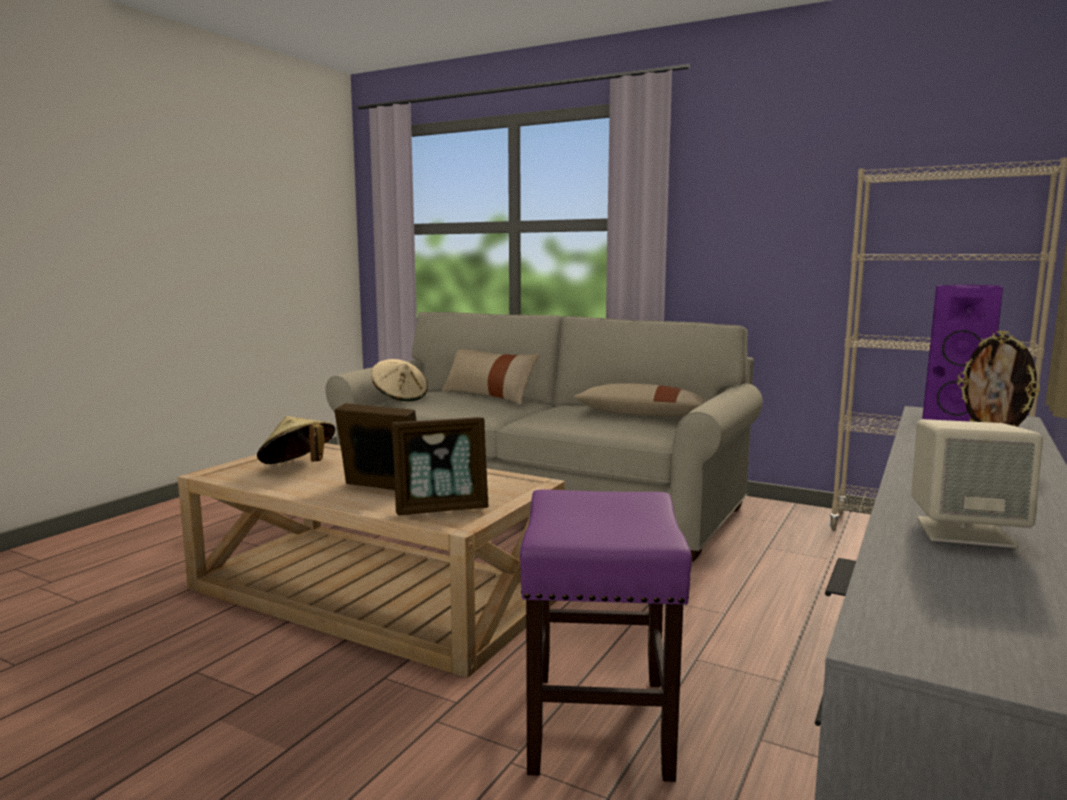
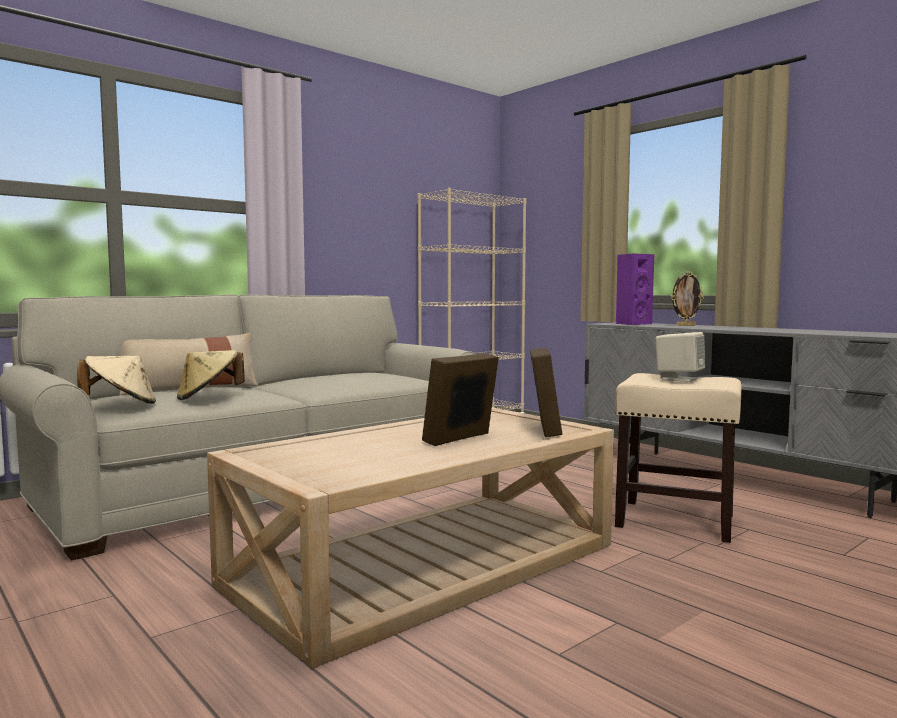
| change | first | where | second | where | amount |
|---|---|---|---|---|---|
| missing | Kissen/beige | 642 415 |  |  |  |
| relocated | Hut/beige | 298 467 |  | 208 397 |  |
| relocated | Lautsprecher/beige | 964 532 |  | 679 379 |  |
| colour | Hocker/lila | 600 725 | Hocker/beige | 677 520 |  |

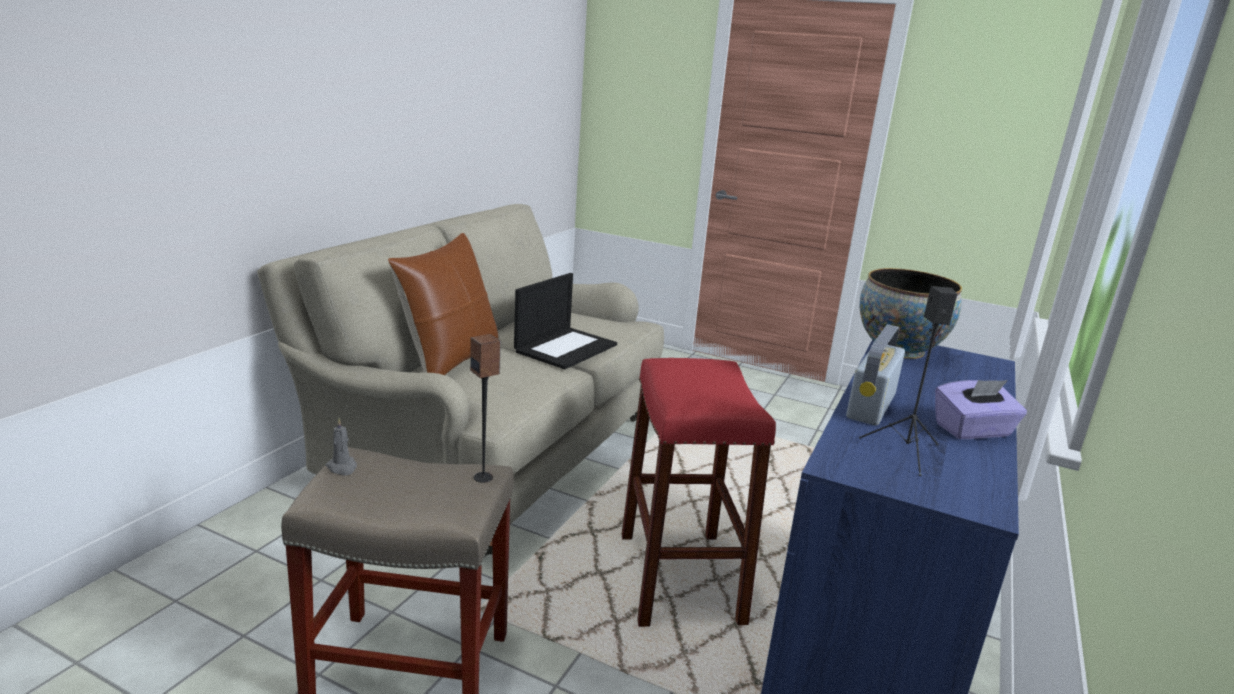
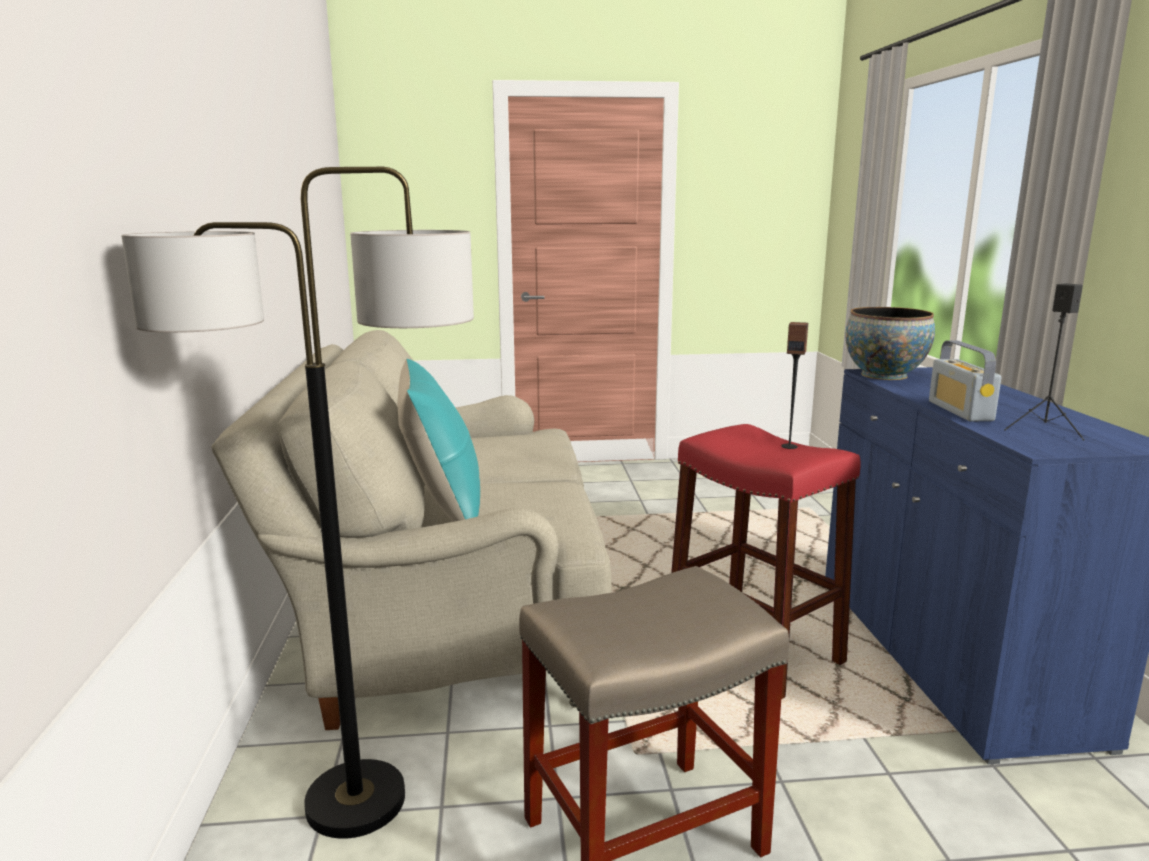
| change | first | where | second | where | amount |
|---|---|---|---|---|---|
| missing | Kerze/grau | 342 467 |  |  |  |
| missing | Laptop | 566 348 |  |  |  |
| missing | Taschentuchbox/lila | 973 431 |  |  |  |
| appeared |  |  | Stehlampe | 355 801 |  |
| relocated | Lautsprecher | 483 477 |  | 789 446 |  |
| colour | Kissen/braun | 449 360 | Kissen/türkis | 442 506 |  |

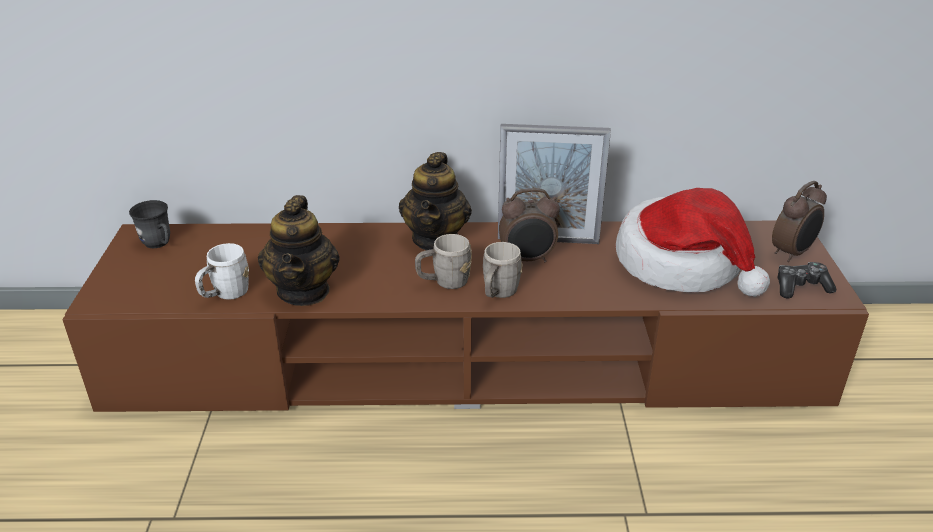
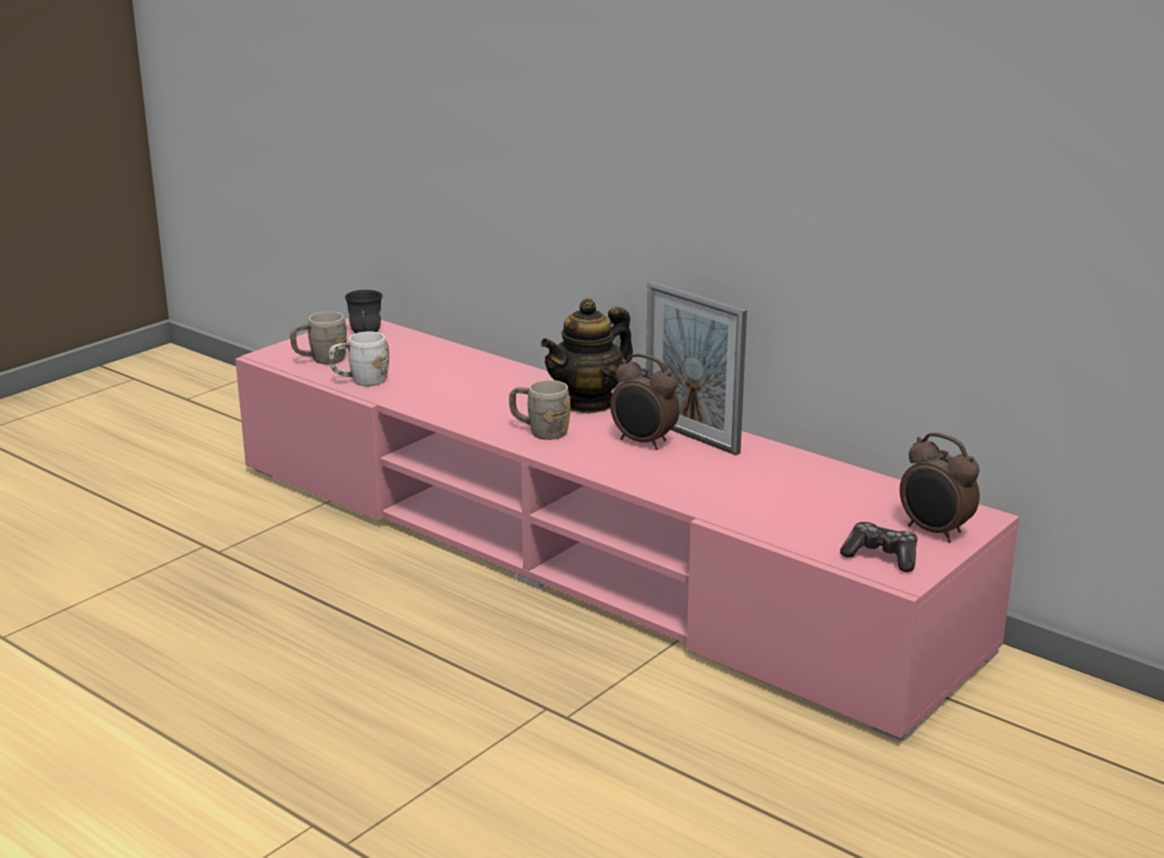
| change | first | where | second | where | amount |
|---|---|---|---|---|---|
| missing | Teekanne | 304 291 |  |  |  |
| missing | Hut | 682 264 |  |  |  |
| relocated | Henkelbecher/grau | 498 293 |  | 321 360 |  |
| colour | Fernsehschrank/braun | 468 360 | Fernsehschrank/rosa | 583 553 |  |
| spun | Wecker | 792 253 |  | 934 532 | 45 degrees clockwise |

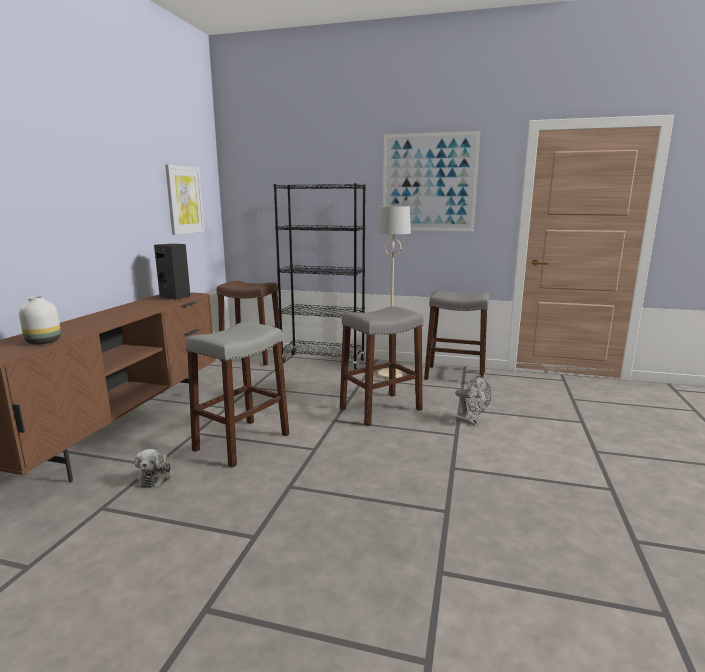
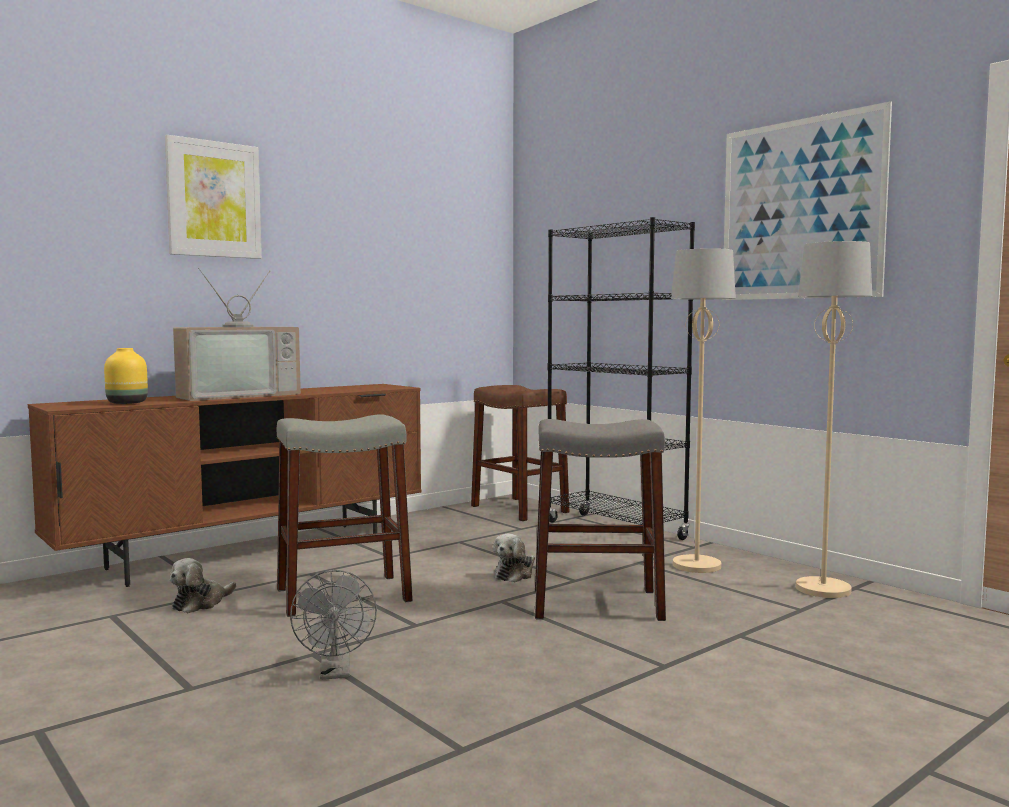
| change | first | where | second | where | amount |
|---|---|---|---|---|---|
| missing | Lautsprecher/schwarz | 176 297 |  |  |  |
| appeared |  |  | Fernseher | 237 395 |  |
| appeared |  |  | Plüschtier | 515 574 |  |
| relocated | Bild | 184 200 |  | 214 199 |  |
| relocated | Ventilator/grau | 472 422 |  | 336 673 |  |
| exchanged | Hocker/grau | 455 375 | Stehlampe/beige | 823 589 |  |
| colour | Vase/weiß | 42 342 | Vase/gelb | 126 403 |  |

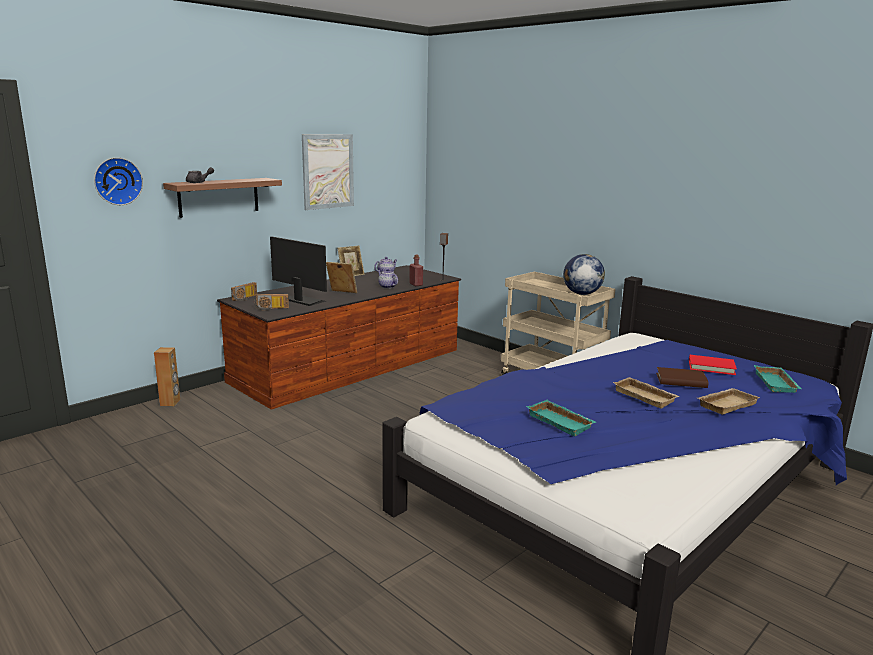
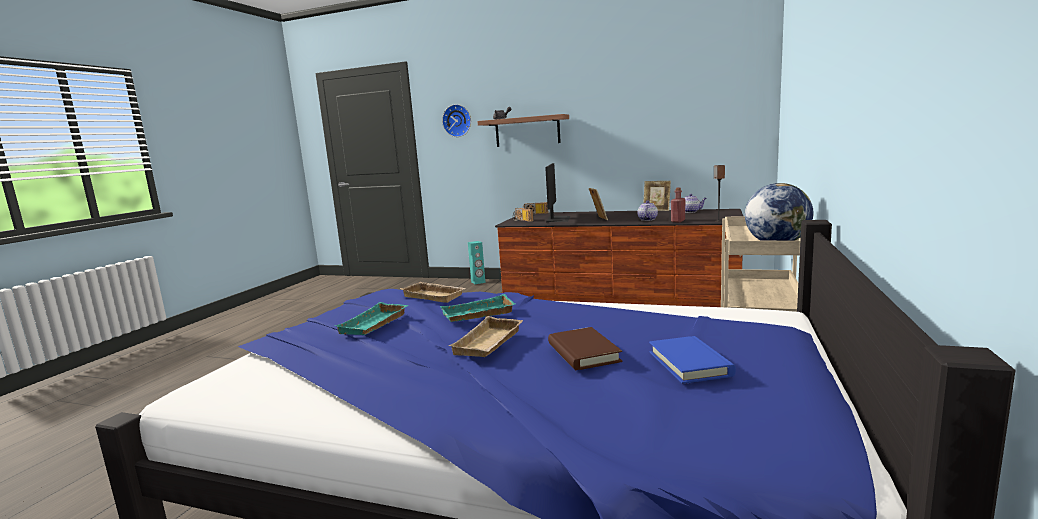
| change | first | where | second | where | amount |
|---|---|---|---|---|---|
| missing | Bild | 328 171 |  |  |  |
| relocated | Tablett/beige | 726 404 |  | 435 296 |  |
| relocated | Tablett/türkis | 777 383 |  | 477 315 |  |
| colour | Lautsprecher/braun | 170 402 | Lautsprecher/türkis | 478 282 |  |
| colour | Buch/rot | 711 367 | Buch/blau | 689 363 |  |

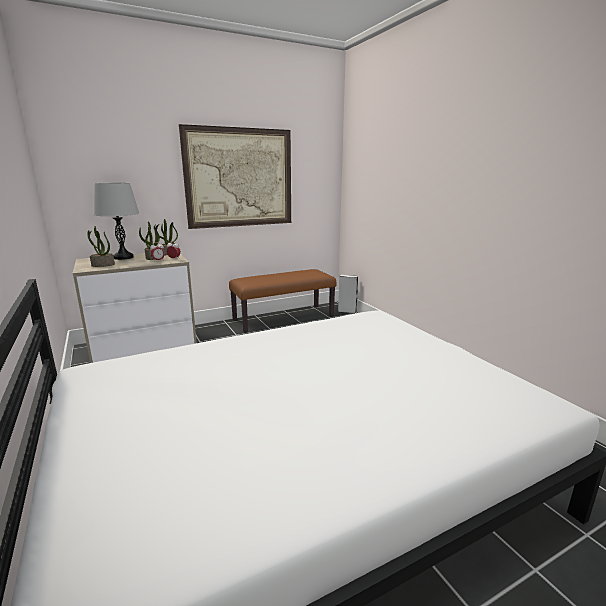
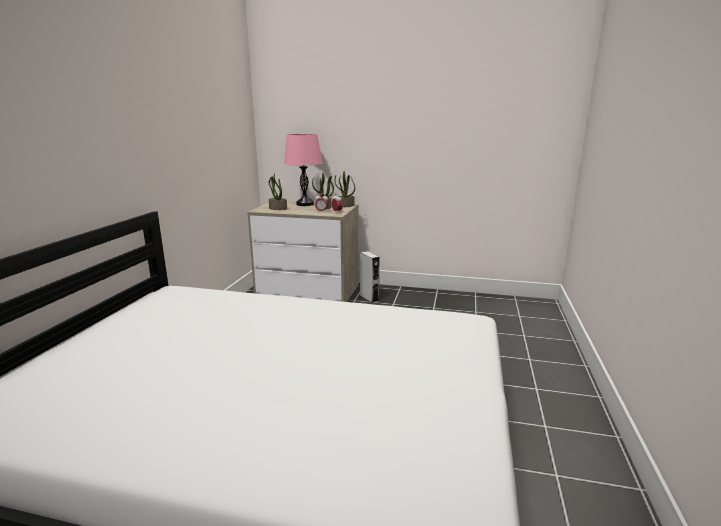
| change | first | where | second | where | amount |
|---|---|---|---|---|---|
| missing | Bild | 240 178 |  |  |  |
| missing | Bank/braun | 284 318 |  |  |  |
| relocated | Lautsprecher/grau | 347 311 |  | 369 298 |  |
| colour | Tischlampe/grau | 123 257 | Tischlampe/rosa | 305 204 |  |

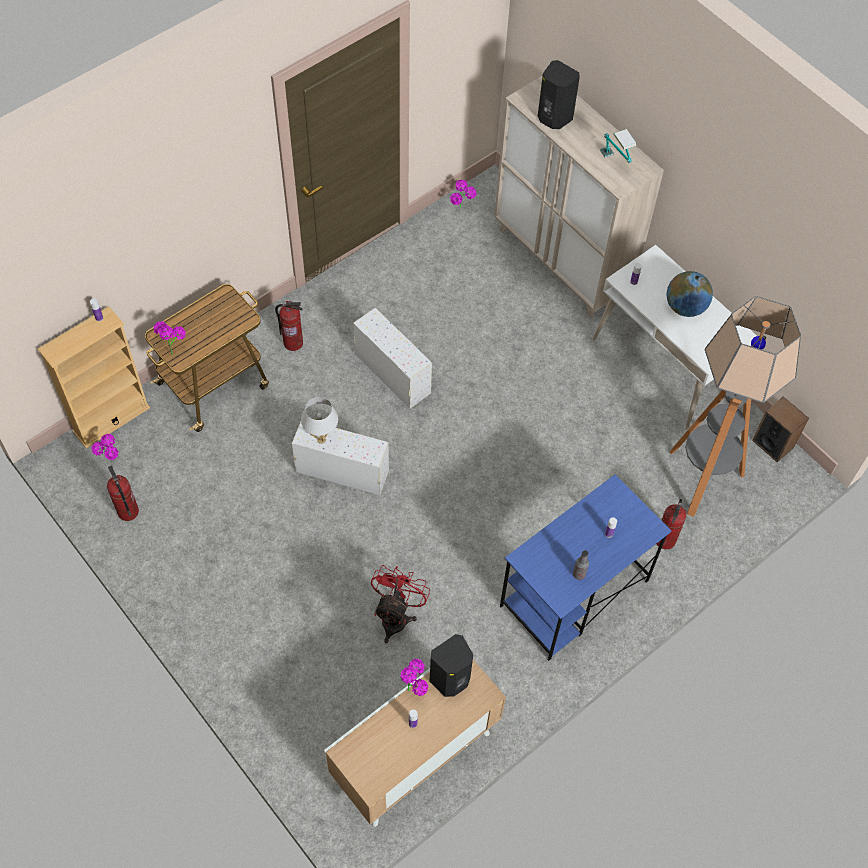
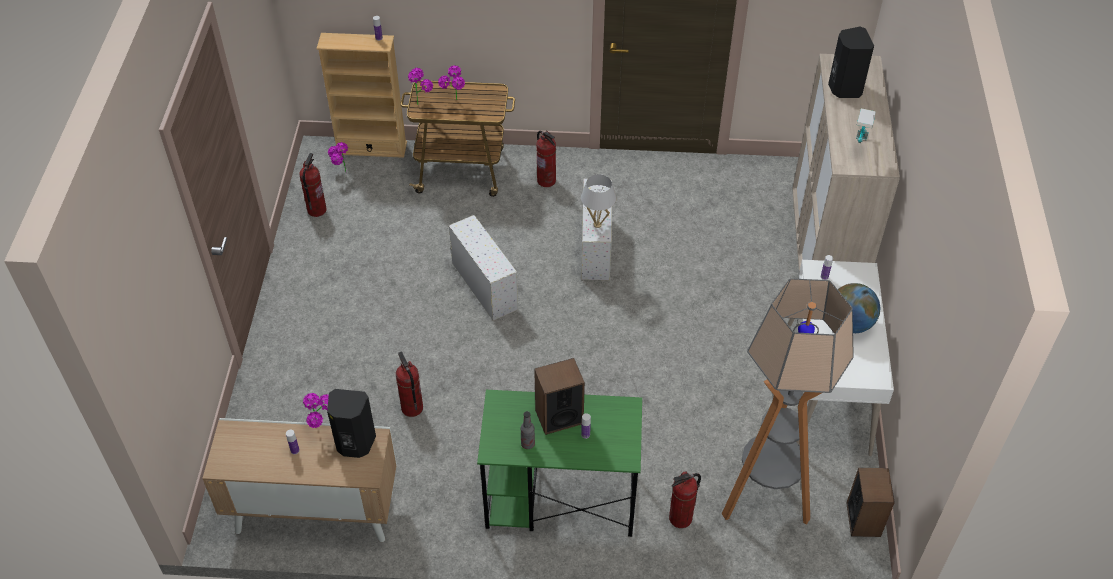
| change | first | where | second | where | amount |
|---|---|---|---|---|---|
| appeared |  |  | Lautsprecher | 559 416 |  |
| relocated | Tischlampe/weiß | 321 439 |  | 597 224 |  |
| relocated | Topfpflanze | 462 211 |  | 454 103 |  |
| exchanged | Ventilator/rot | 396 616 | Feuerlöscher | 411 408 |  |
| colour | Schreibtisch/blau | 573 594 | Schreibtisch/grün | 559 498 |  |

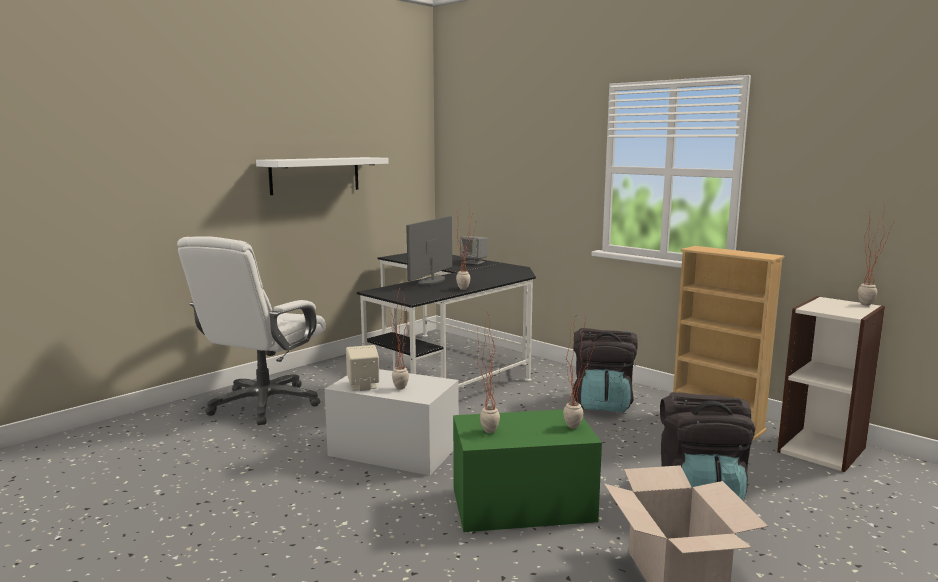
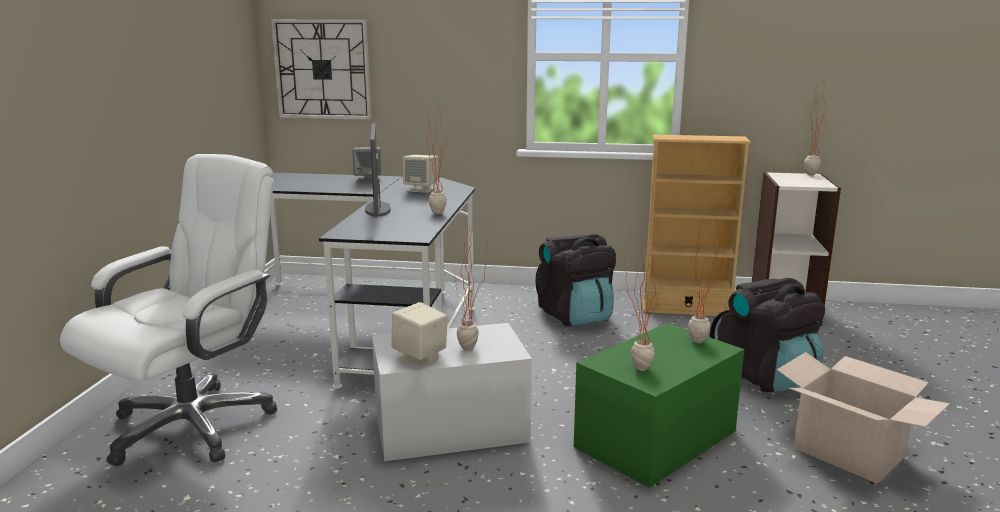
| change | first | where | second | where | amount |
|---|---|---|---|---|---|
| missing | Wandregal/weiß | 315 175 |  |  |  |
| appeared |  |  | Wanduhr | 322 69 |  |
| appeared |  |  | Lautsprecher/beige | 421 189 |  |
| spun | Bürostuhl/weiß | 264 404 |  | 192 425 | 135 degrees counterclockwise |

